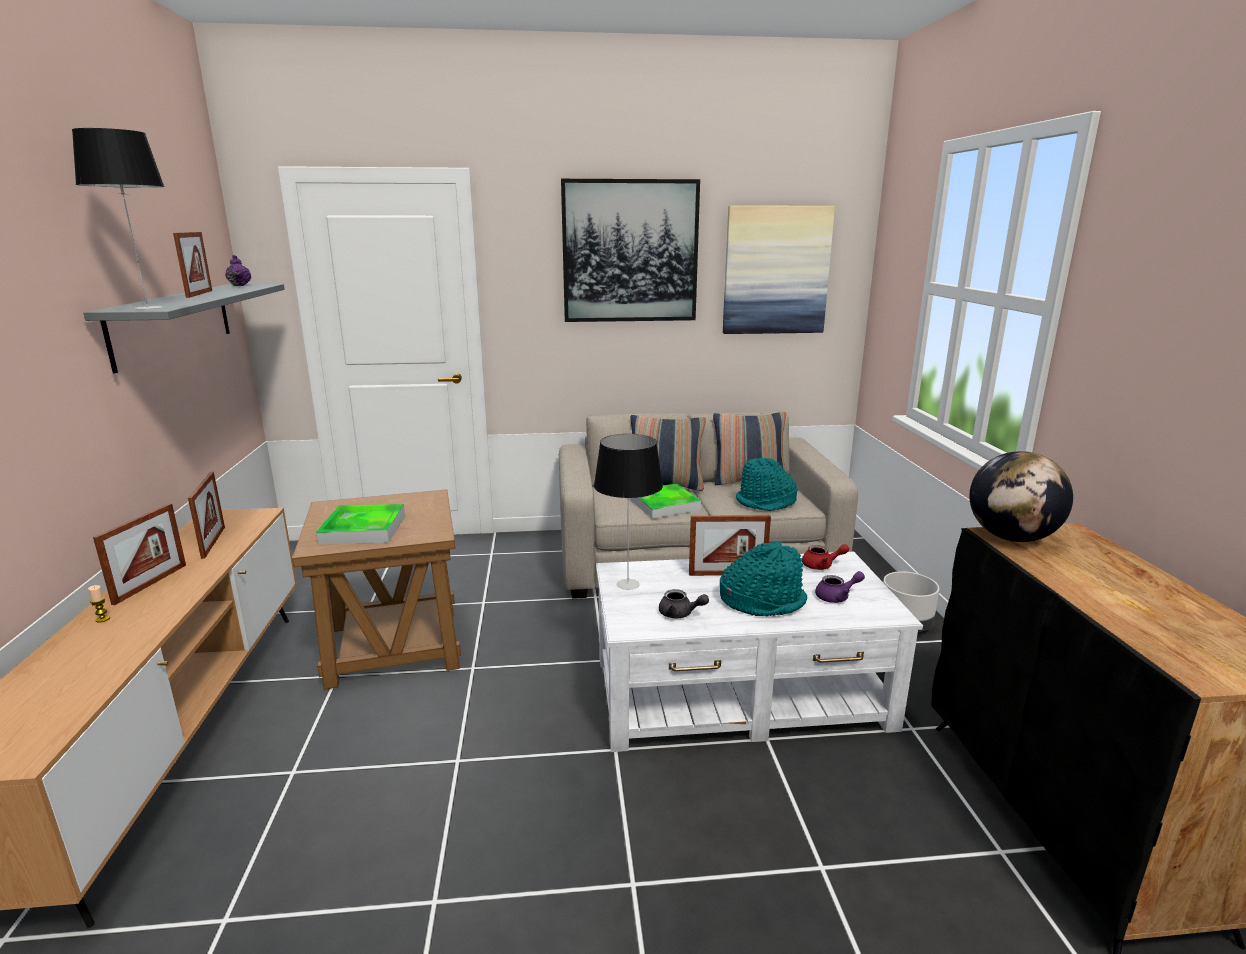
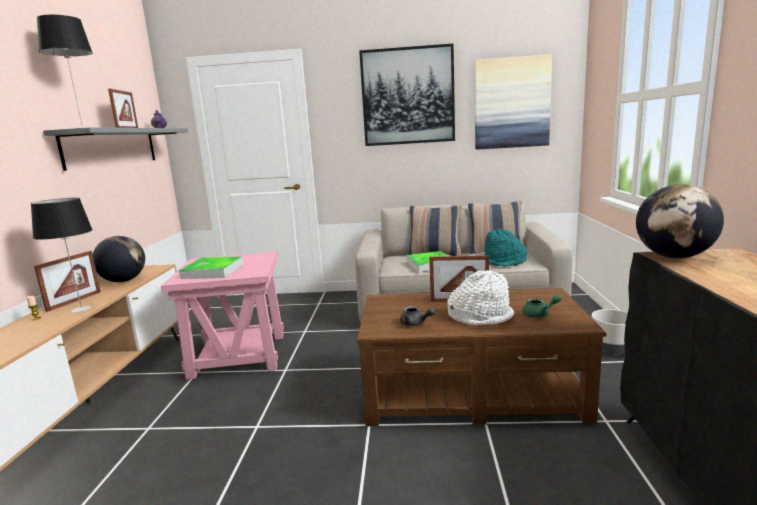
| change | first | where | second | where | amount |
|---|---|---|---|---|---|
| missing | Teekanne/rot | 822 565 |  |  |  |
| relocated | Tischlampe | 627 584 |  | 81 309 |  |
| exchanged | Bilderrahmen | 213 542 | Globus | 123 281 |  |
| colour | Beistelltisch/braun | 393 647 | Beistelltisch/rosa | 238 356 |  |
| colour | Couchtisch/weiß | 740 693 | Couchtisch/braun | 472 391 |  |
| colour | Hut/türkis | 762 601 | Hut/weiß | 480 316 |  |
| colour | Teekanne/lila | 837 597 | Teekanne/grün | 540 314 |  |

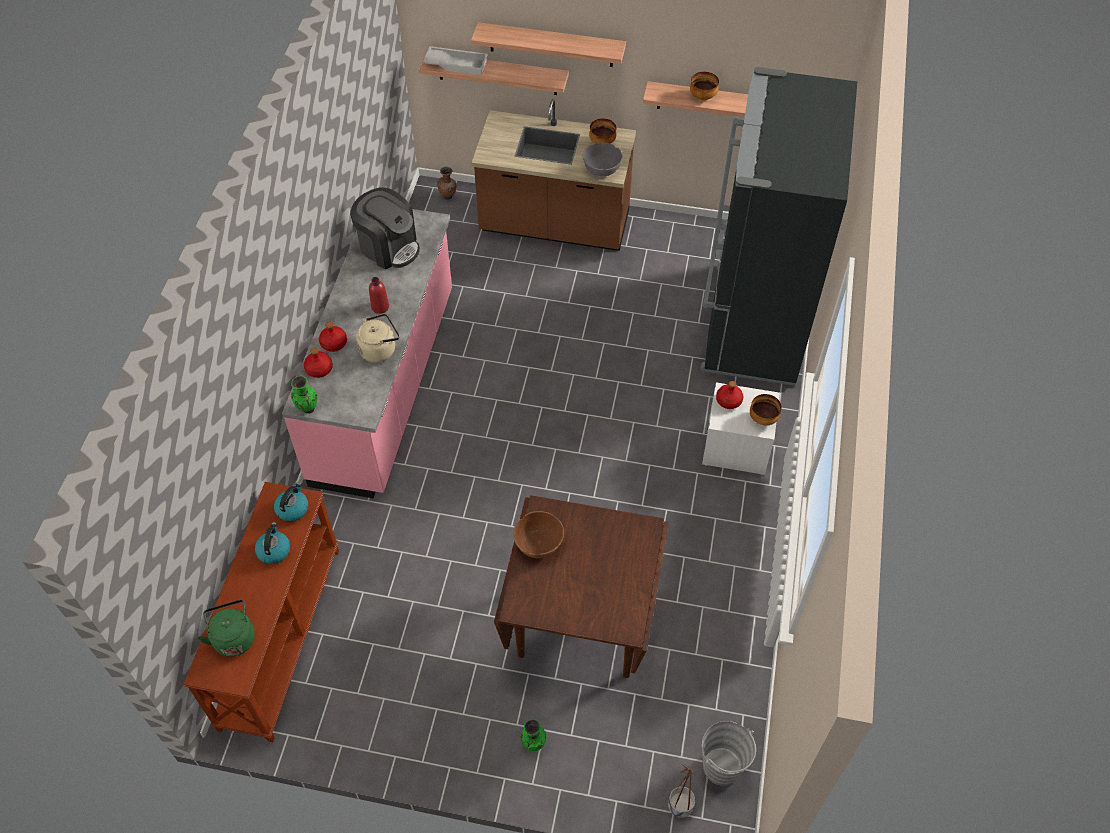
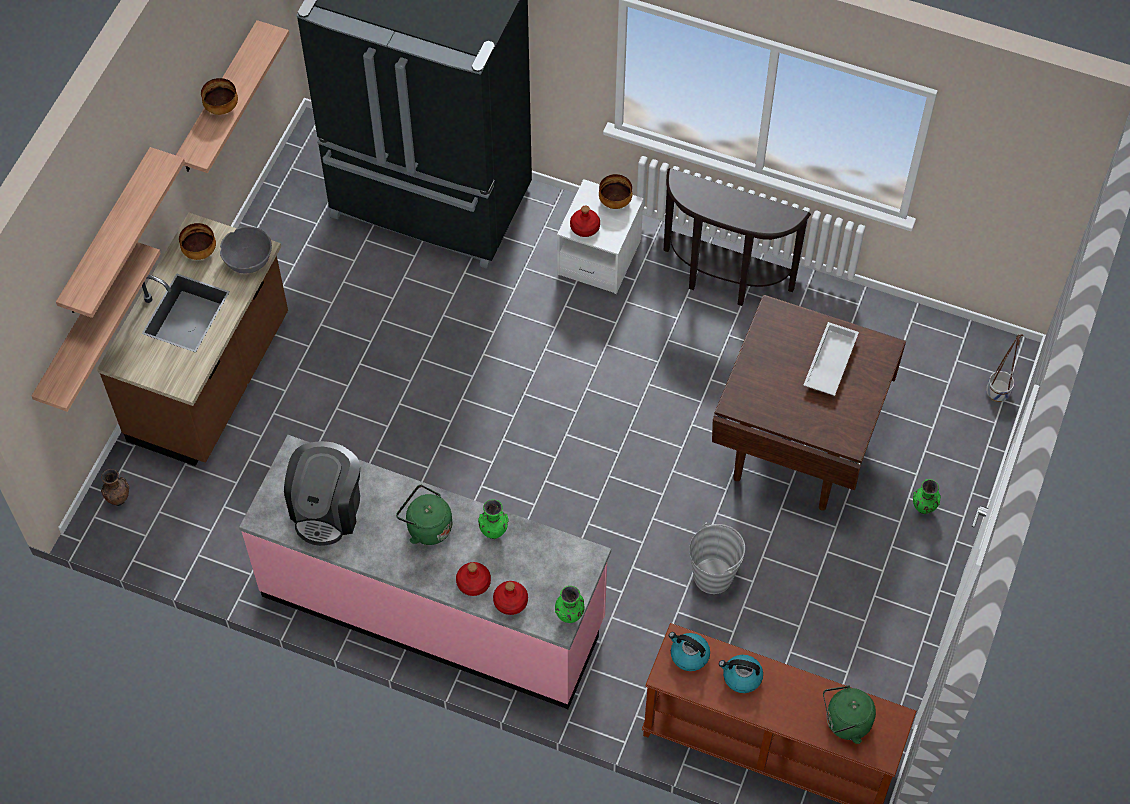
| change | first | where | second | where | amount |
|---|---|---|---|---|---|
| missing | Schüssel/braun | 538 544 |  |  |  |
| appeared |  |  | Konsolentisch/braun | 723 281 |  |
| relocated | Tablett/weiß | 457 64 |  | 829 362 |  |
| relocated | Eimer/grau | 721 767 |  | 713 576 |  |
| exchanged | Wasserkessel/beige | 380 349 | Vase/grün | 494 532 |  |
| exchanged | Flasche/rot | 380 307 | Wasserkessel/grün | 426 527 |  |
| spun | Kaffeemaschine | 389 247 |  | 327 508 | 150 degrees clockwise |

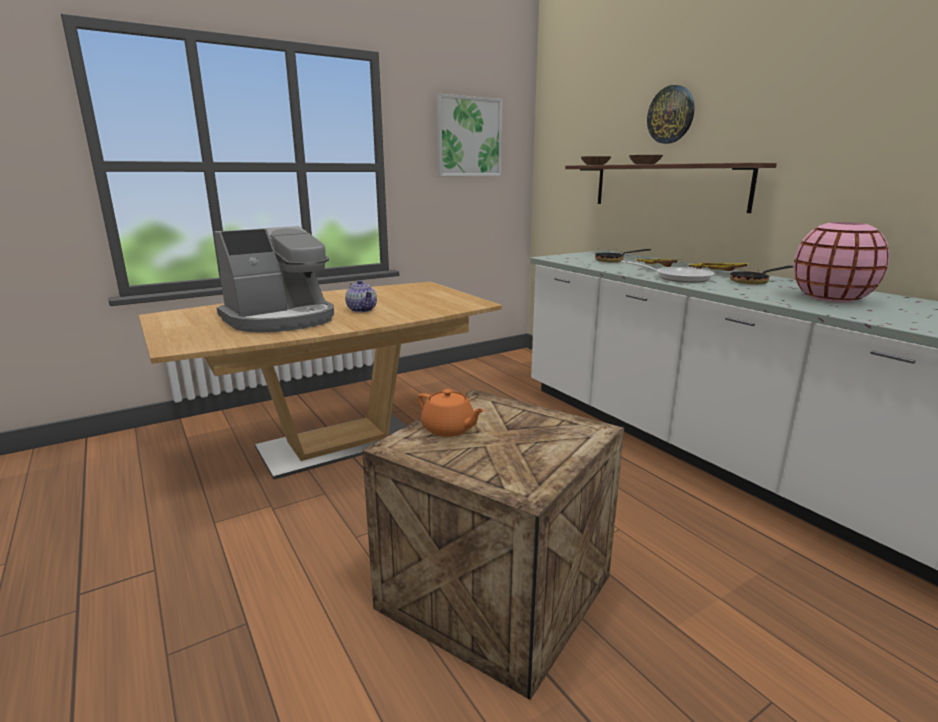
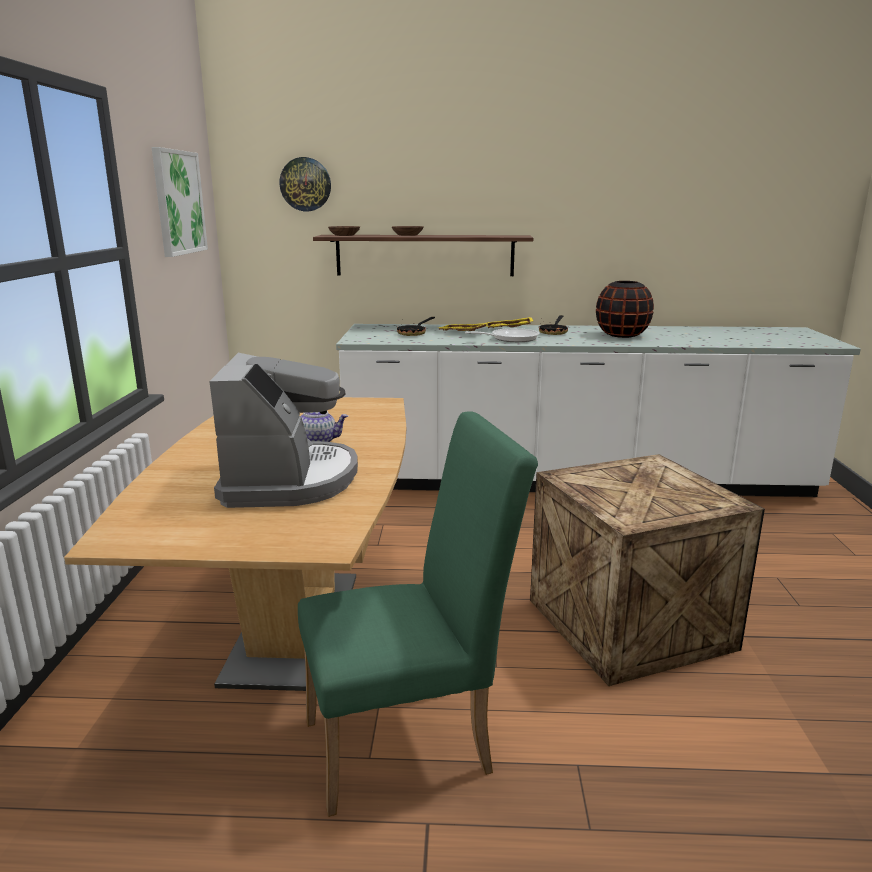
| change | first | where | second | where | amount |
|---|---|---|---|---|---|
| missing | Teekanne/orange | 449 429 |  |  |  |
| appeared |  |  | Stuhl/grün | 411 742 |  |
| relocated | Wanduhr | 671 115 |  | 305 184 |  |
| colour | Vase/rosa | 831 298 | Vase/schwarz | 622 335 |  |

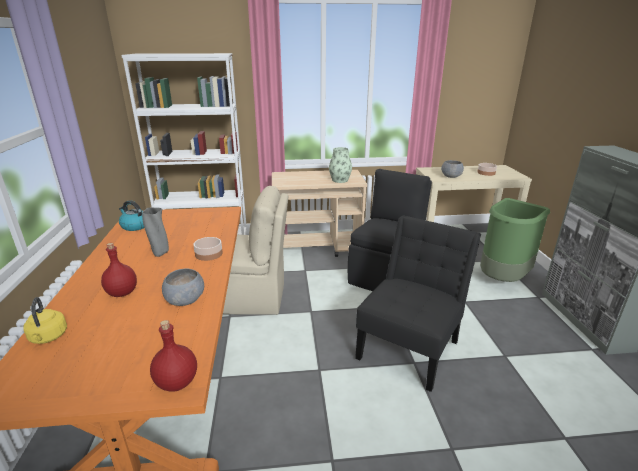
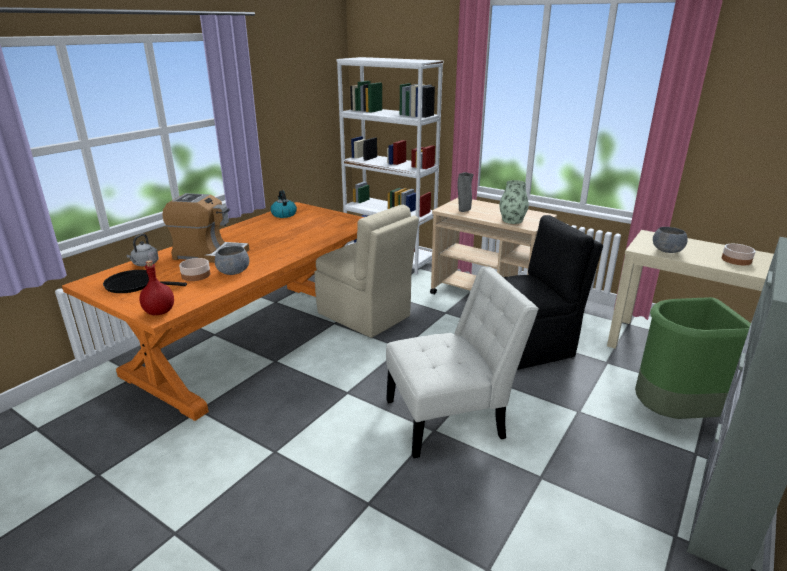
| change | first | where | second | where | amount |
|---|---|---|---|---|---|
| appeared |  |  | Pfanne/schwarz | 135 285 |  |
| relocated | Vase/grau | 160 253 |  | 463 210 |  |
| relocated | Schüssel | 208 254 |  | 196 275 |  |
| exchanged | Flasche/rot | 121 293 | Kaffeemaschine | 210 254 |  |
| colour | Wasserkessel/gelb | 48 337 | Wasserkessel/grau | 145 264 |  |
| colour | Stuhl/schwarz | 410 346 | Stuhl/weiß | 451 417 |  |

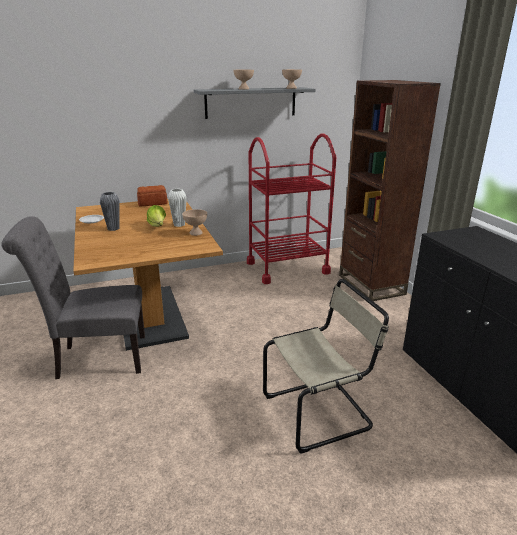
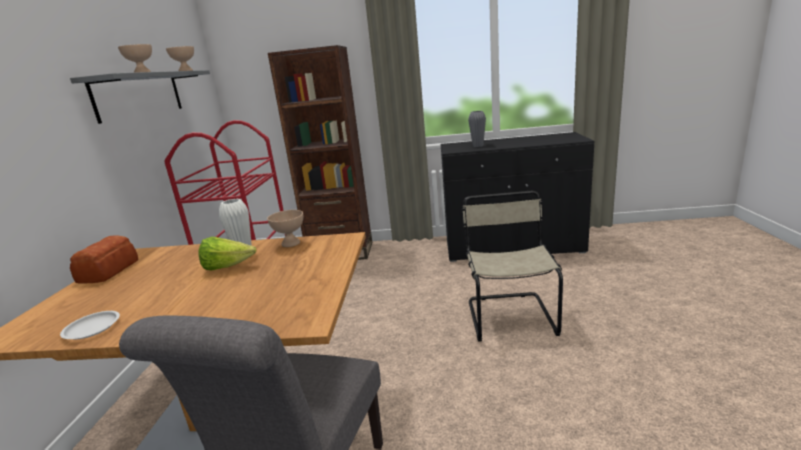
| change | first | where | second | where | amount |
|---|---|---|---|---|---|
| relocated | Vase/grau | 113 229 |  | 478 146 |  |

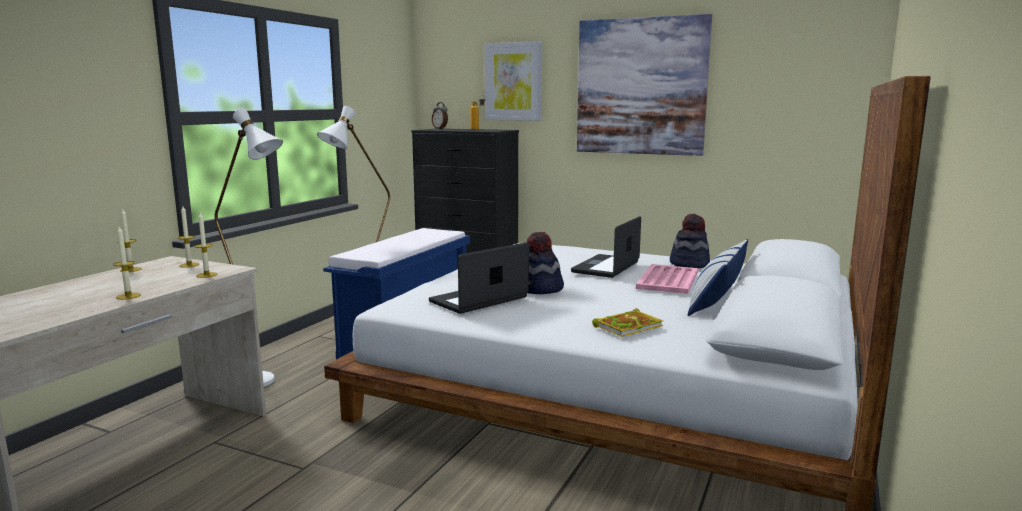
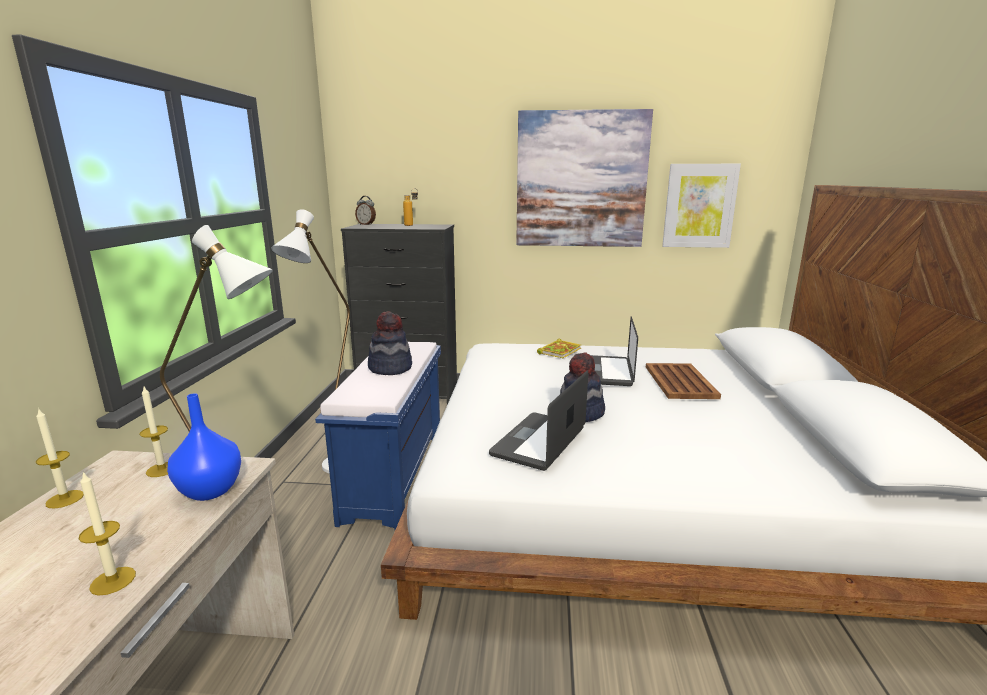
| change | first | where | second | where | amount |
|---|---|---|---|---|---|
| missing | Kissen | 716 301 |  |  |  |
| relocated | Bild | 513 81 |  | 699 206 |  |
| relocated | Buch | 628 326 |  | 559 351 |  |
| relocated | Hut | 689 264 |  | 390 368 |  |
| exchanged | Kerze | 206 275 | Vase/blau | 212 490 |  |
| colour | Tablett/rosa | 668 280 | Tablett/braun | 680 381 |  |

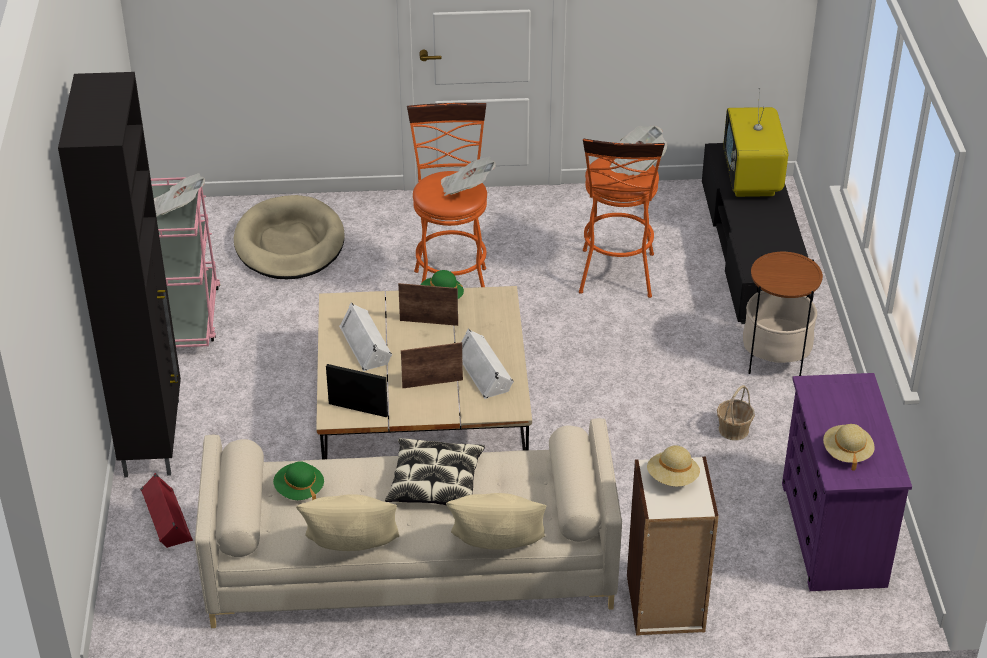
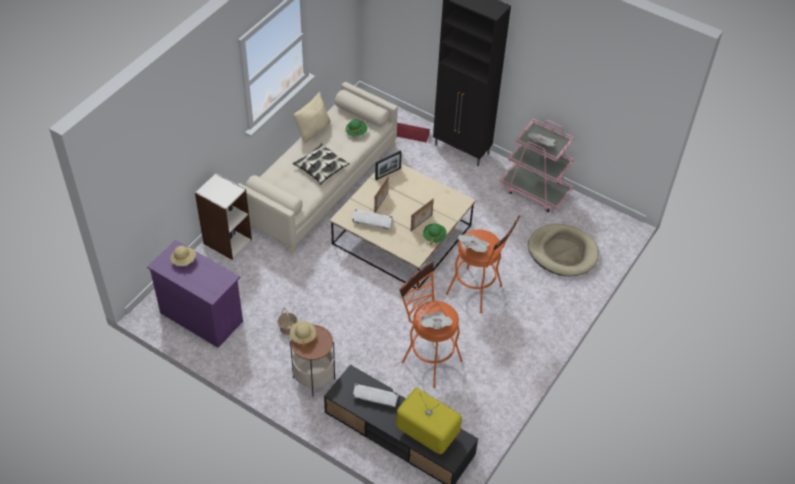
| change | first | where | second | where | amount |
|---|---|---|---|---|---|
| missing | Kissen/beige | 496 546 |  |  |  |
| relocated | Lautsprecher/weiß | 366 344 |  | 375 398 |  |
| relocated | Hut/beige | 672 478 |  | 303 336 |  |

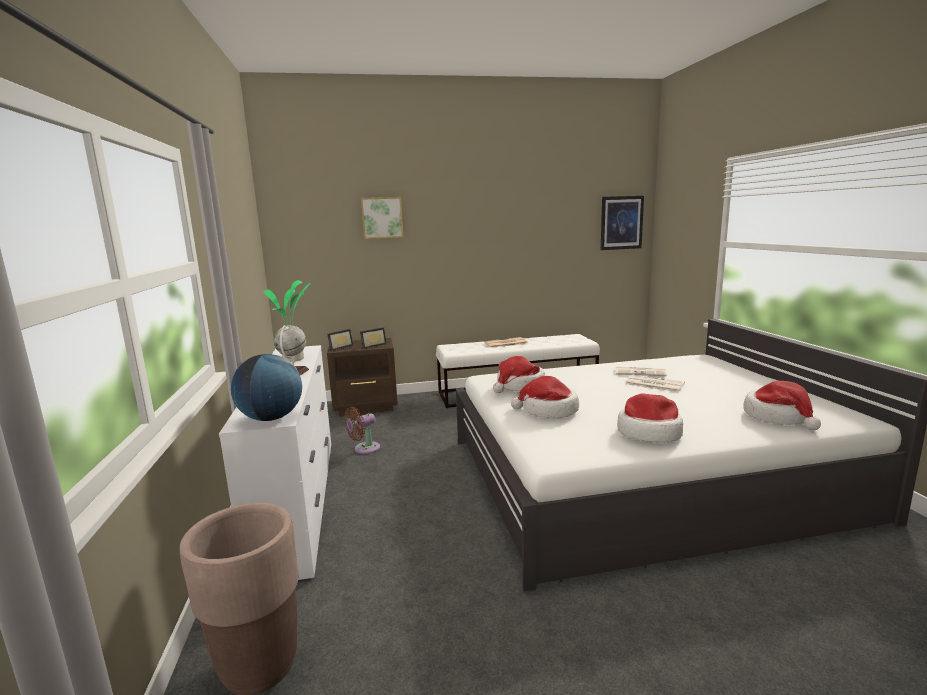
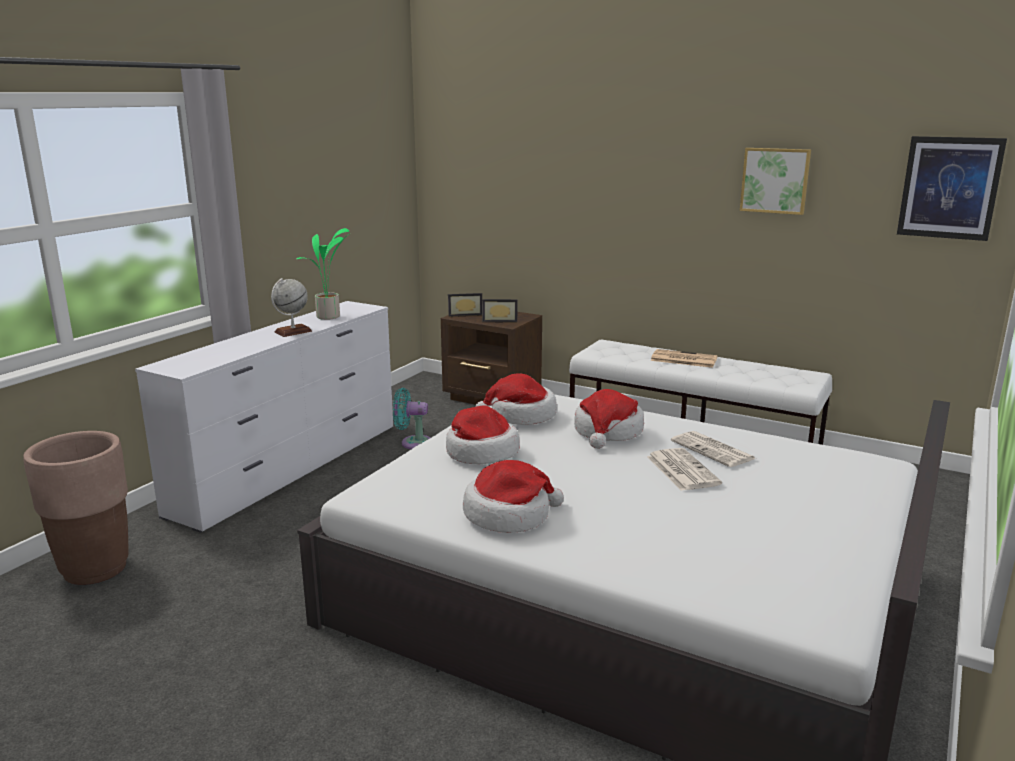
| change | first | where | second | where | amount |
|---|---|---|---|---|---|
| missing | Globus | 271 418 |  |  |  |
| relocated | Bild | 382 217 |  | 775 180 |  |
| relocated | Hut | 778 417 |  | 608 432 |  |
| colour | Ventilator/braun | 364 449 | Ventilator/türkis | 413 443 |  |

